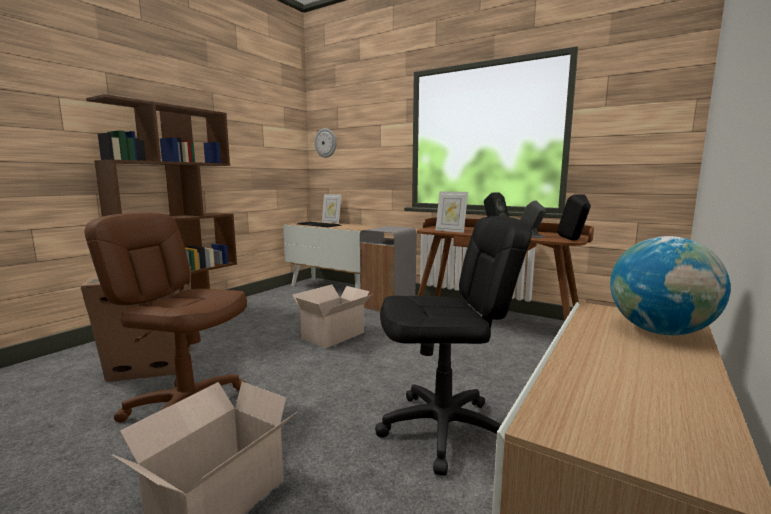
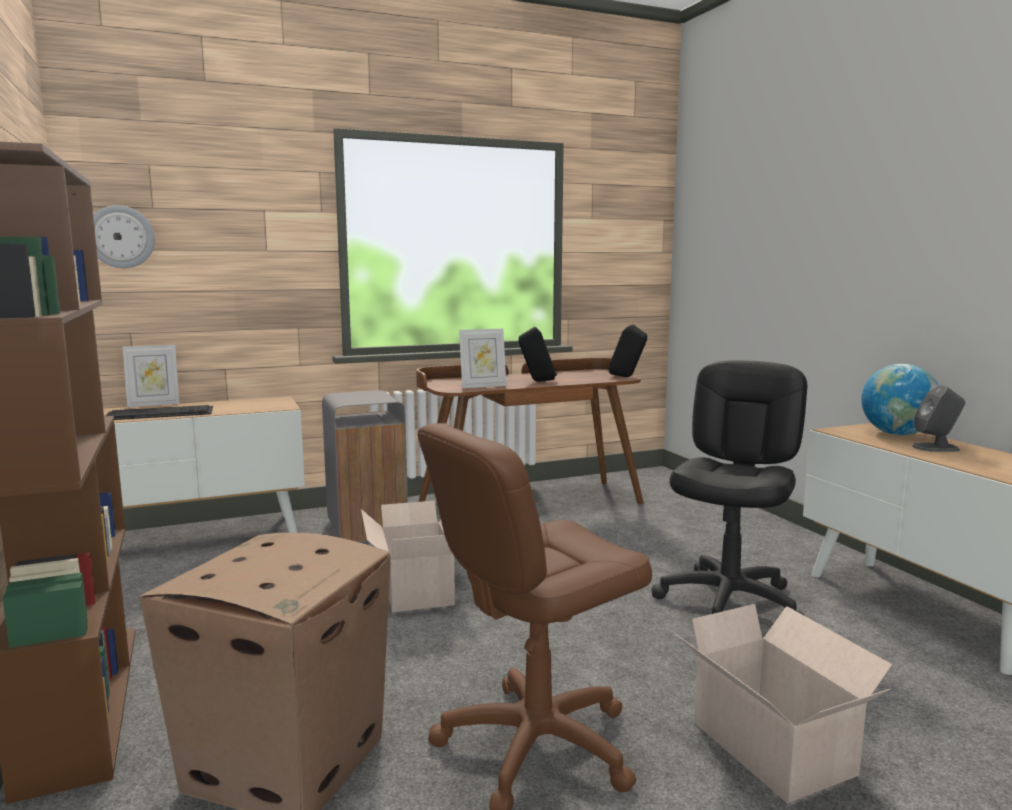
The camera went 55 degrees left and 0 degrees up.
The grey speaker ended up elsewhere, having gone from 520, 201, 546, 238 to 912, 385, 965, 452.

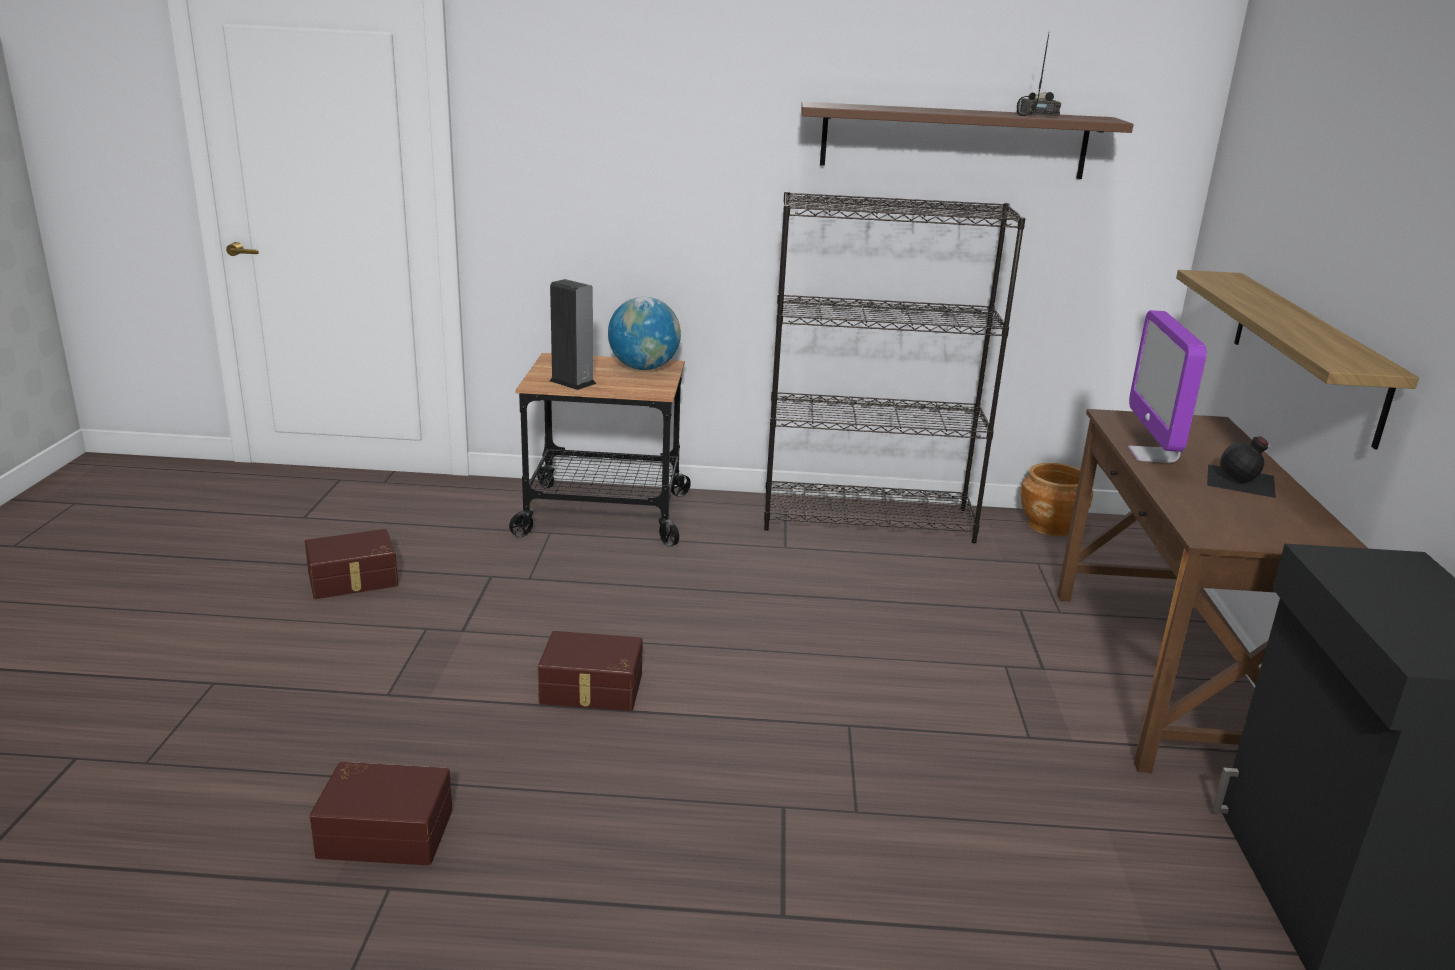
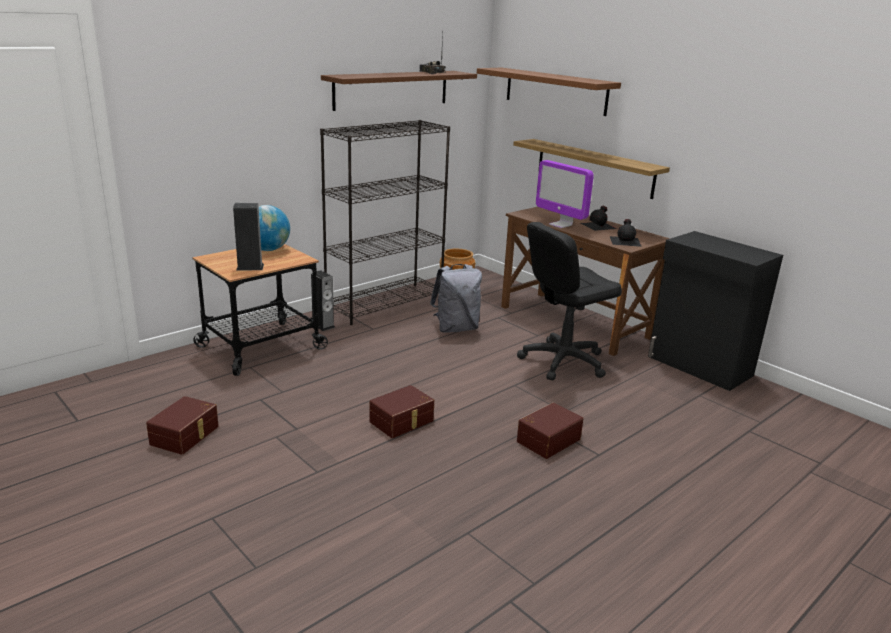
The camera went 45 degrees left and 0 degrees up.
The second view gained the speaker at 311, 270, 335, 331.
The second view gained the grey backpack at 430, 264, 482, 333.
The second view gained the brown shelf at 477, 68, 621, 116.
The second view gained the black office chair at 517, 222, 622, 381.
The second view gained the black bottle at 610, 219, 642, 247.
The brown storage box ended up elsewhere, having gone from 309, 762, 452, 865 to 517, 402, 583, 459.

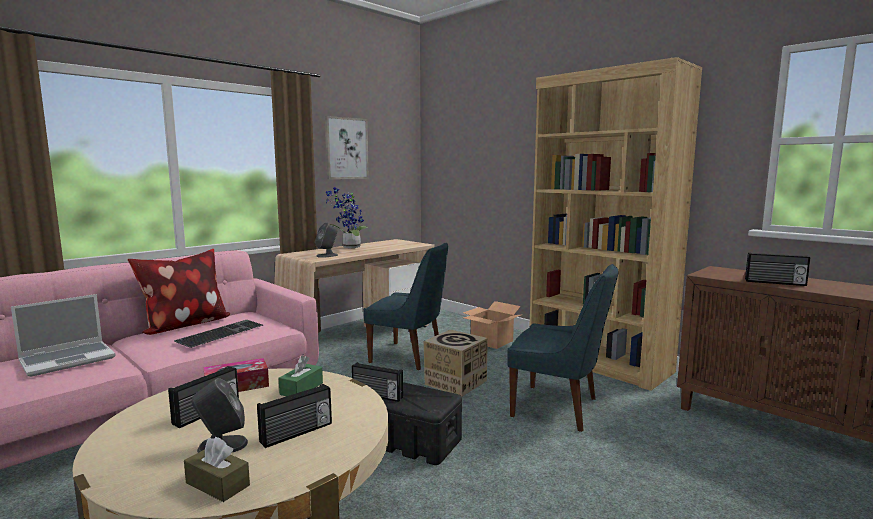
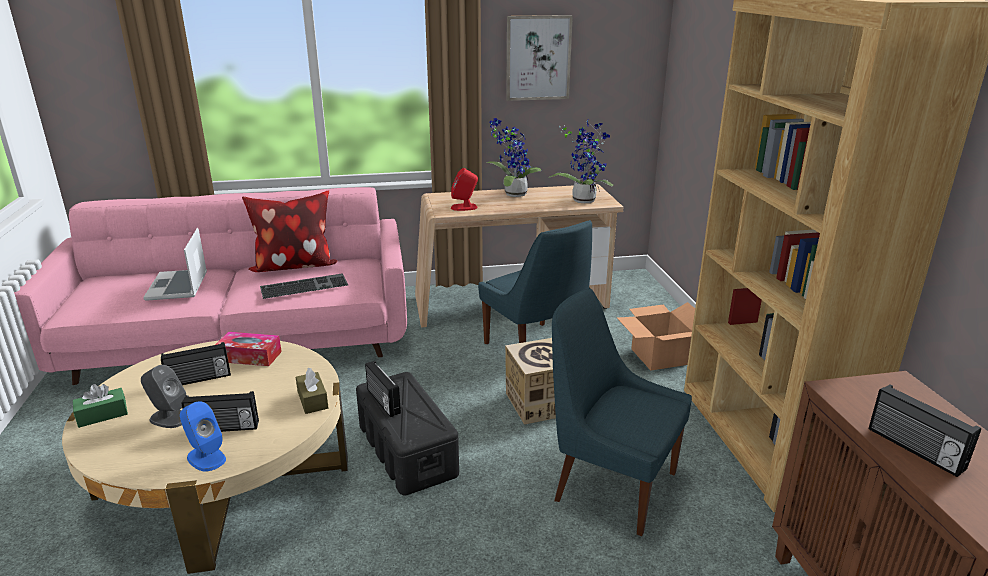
The camera went 35 degrees right and 15 degrees up.
The second view gained the blue speaker at 180, 401, 226, 472.
The second view gained the potted plant at 549, 118, 614, 203.
The brown tissue box ended up elsewhere, having gone from 184, 437, 250, 502 to 296, 368, 328, 414.
The green tissue box ended up elsewhere, having gone from 279, 356, 323, 396 to 73, 384, 128, 428.
What was the grey speaker at 315, 223, 338, 258 turned into the red speaker at 451, 168, 478, 211.
The laptop at 11, 294, 116, 377 ended up facing another way, 90 degrees clockwise from before.
The blue chair at 507, 264, 619, 432 ended up facing another way, 150 degrees clockwise from before.

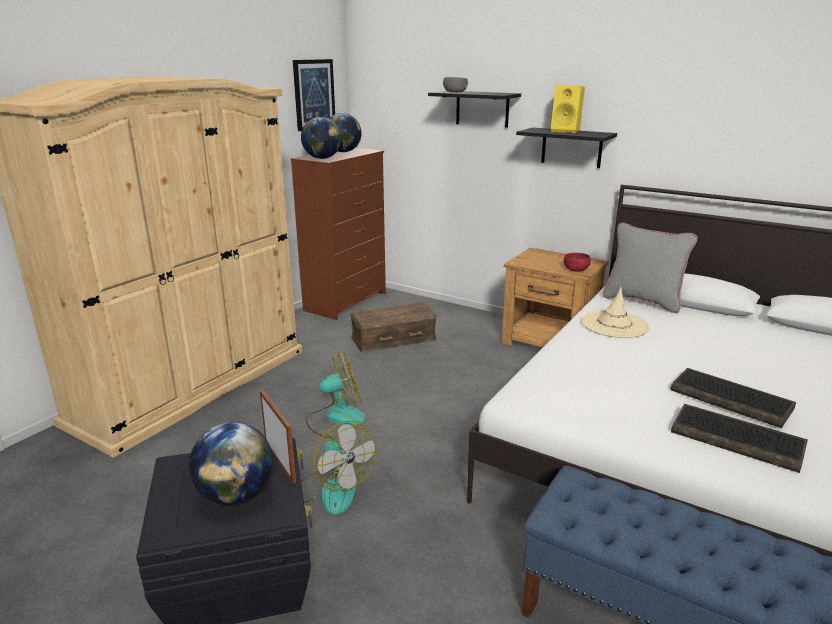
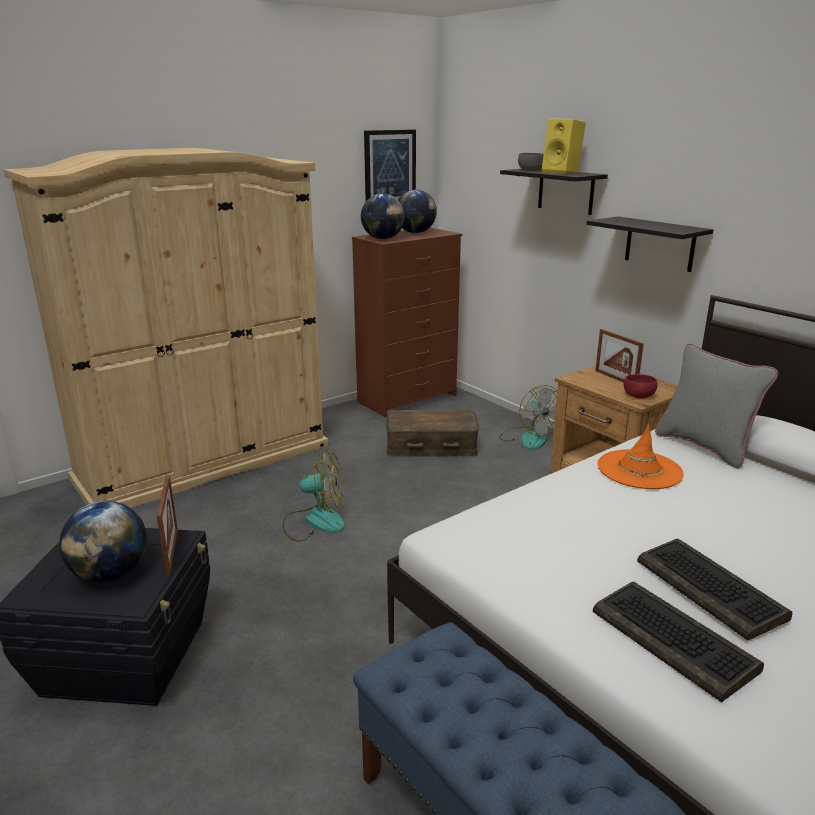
The camera went 20 degrees right and 0 degrees up.
The second view gained the picture frame at 595, 329, 644, 383.
The fan ended up elsewhere, having gone from 301, 421, 376, 515 to 499, 385, 557, 450.
The yellow speaker ended up elsewhere, having gone from 551, 85, 585, 133 to 542, 119, 586, 174.
What was the beige hat at 581, 287, 649, 338 turned into the orange hat at 598, 424, 684, 489.

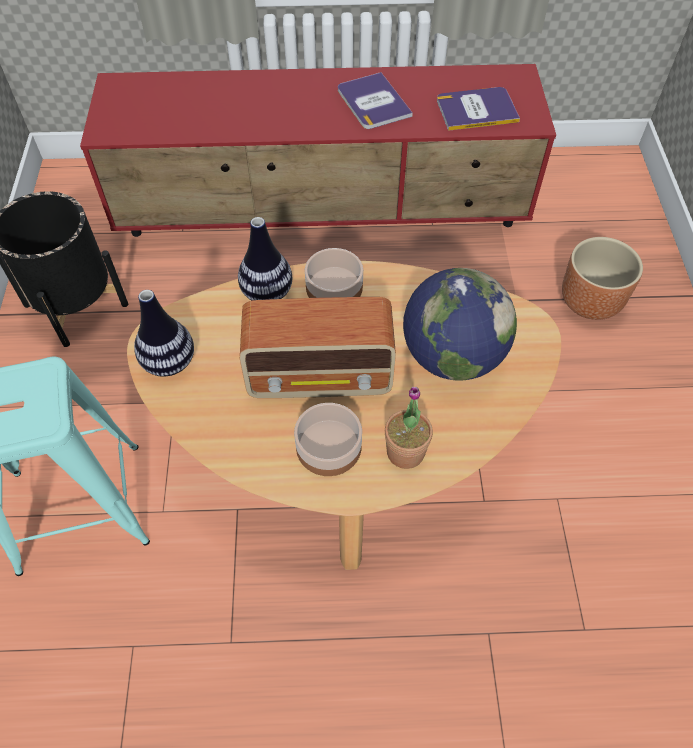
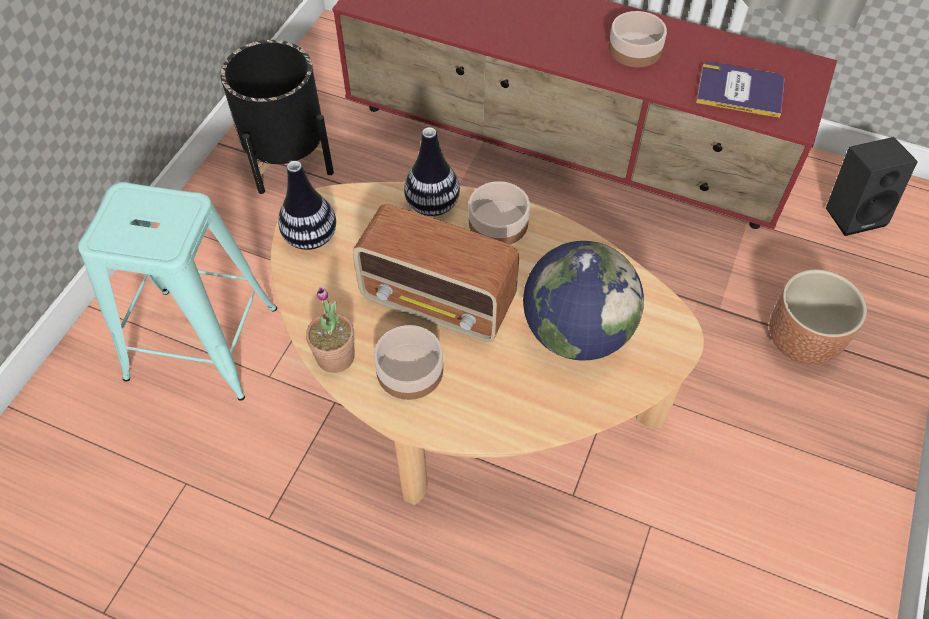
The camera went 25 degrees right and 0 degrees up.
The second view gained the black speaker at 826, 137, 918, 236.
The potted plant ended up elsewhere, having gone from 385, 387, 433, 469 to 306, 287, 355, 373.
Where the book stood at 338, 72, 413, 129, the bowl came to stand at 609, 11, 667, 68.

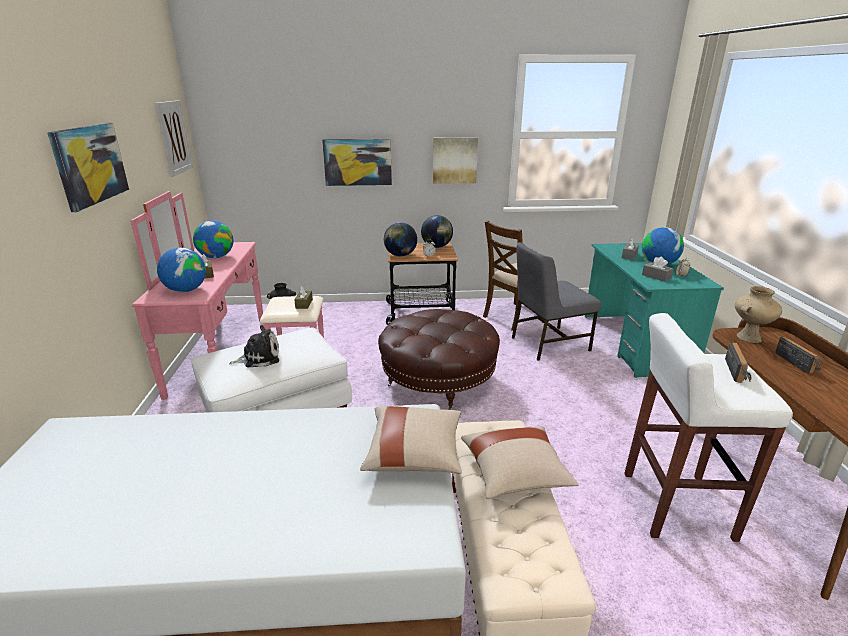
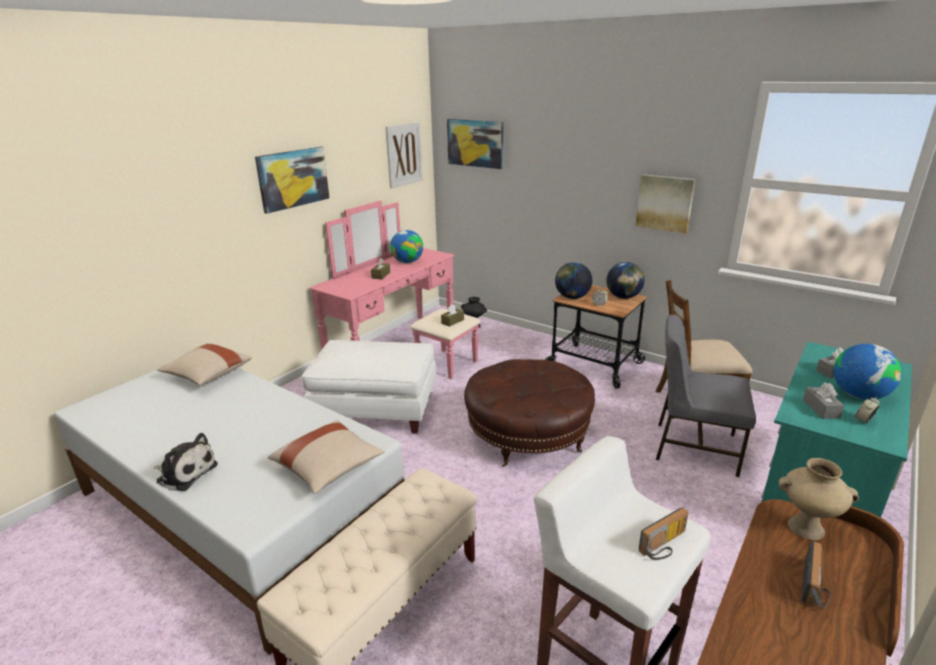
The camera went 40 degrees right and 0 degrees up.
The second view lost the globe at 157, 248, 206, 292.
The plush toy ended up elsewhere, having gone from 229, 325, 279, 367 to 154, 433, 218, 491.
The picture ended up elsewhere, having gone from 322, 139, 392, 186 to 447, 119, 503, 169.
The beige pillow ended up elsewhere, having gone from 461, 426, 579, 499 to 157, 343, 252, 385.

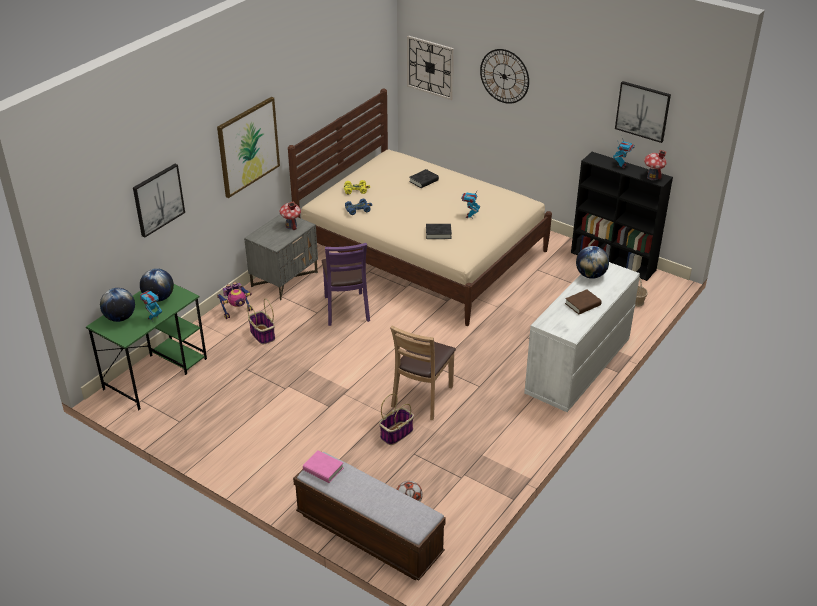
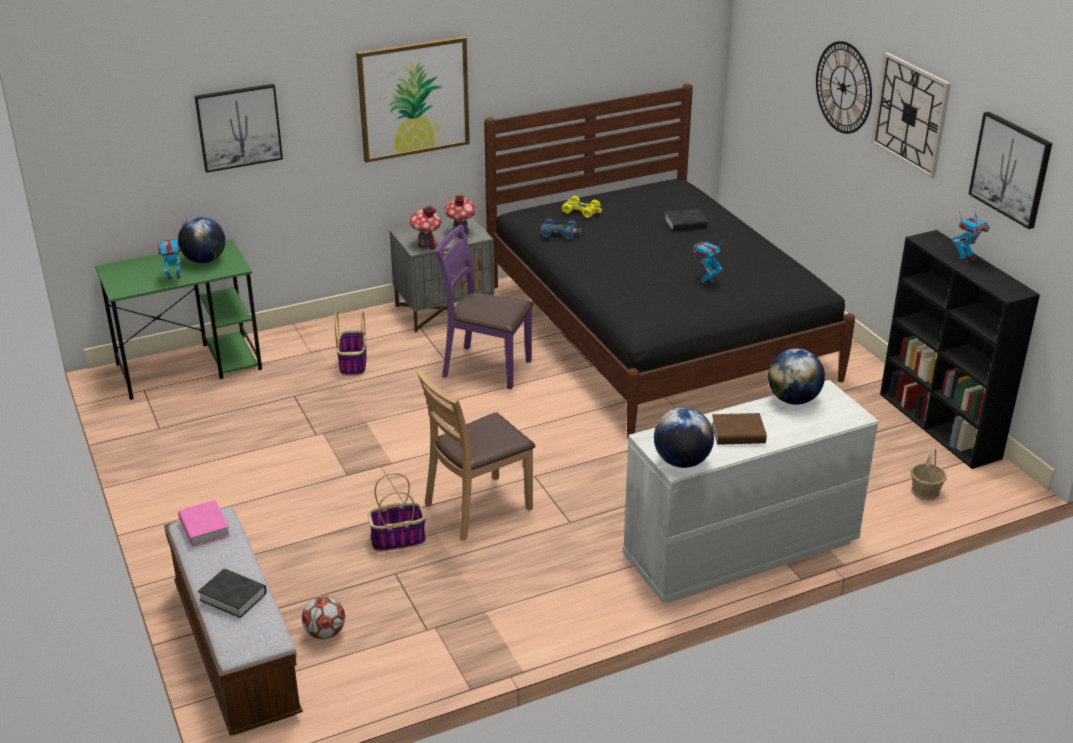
The camera went 30 degrees right and 5 degrees down.
The second view lost the toy robot at 217, 282, 253, 319.
The globe ended up elsewhere, having gone from 100, 288, 135, 322 to 654, 408, 714, 468.
The wall clock ended up elsewhere, having gone from 407, 35, 454, 100 to 871, 52, 951, 178.
The black book ended up elsewhere, having gone from 426, 224, 452, 239 to 198, 569, 267, 618.
The toy house ended up elsewhere, having gone from 644, 150, 667, 180 to 409, 205, 441, 250.
What was the beige bed at 288, 89, 552, 326 turned into the black bed at 484, 84, 855, 439.
The purple chair at 322, 243, 370, 326 ended up facing another way, 90 degrees clockwise from before.

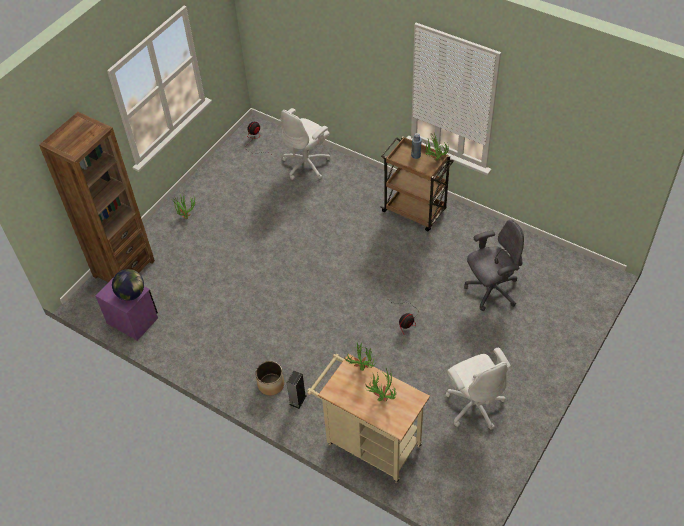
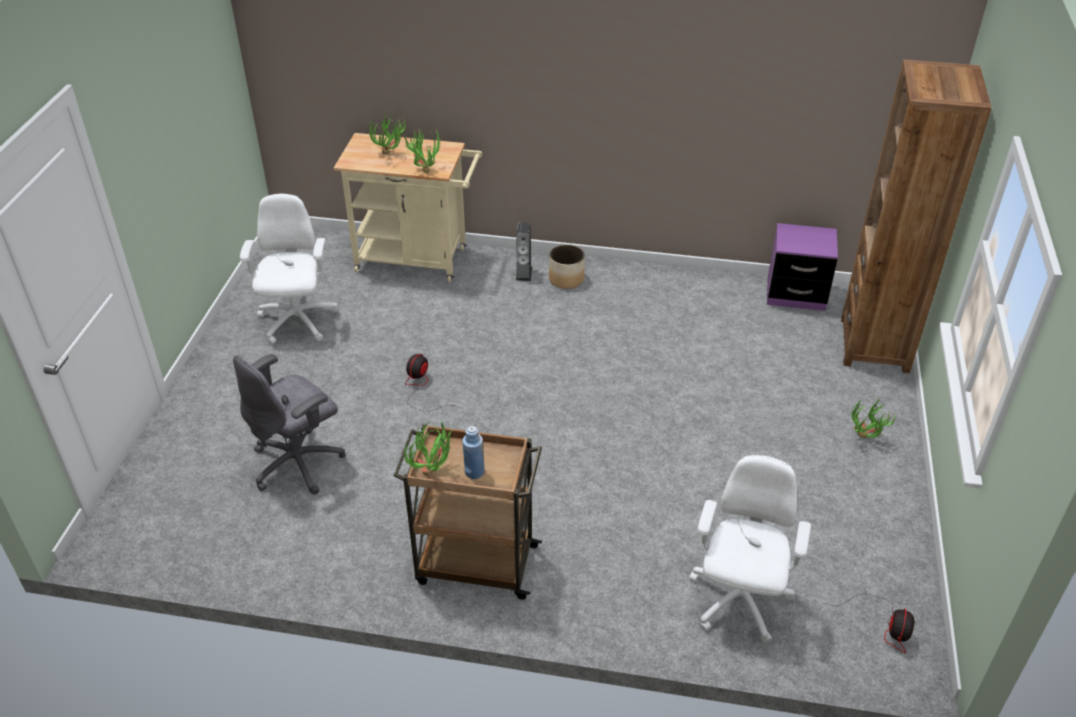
The camera went 155 degrees right and 10 degrees down.
The second view lost the globe at 112, 269, 144, 301.
The white office chair at 445, 348, 511, 429 ended up facing another way, 45 degrees clockwise from before.

